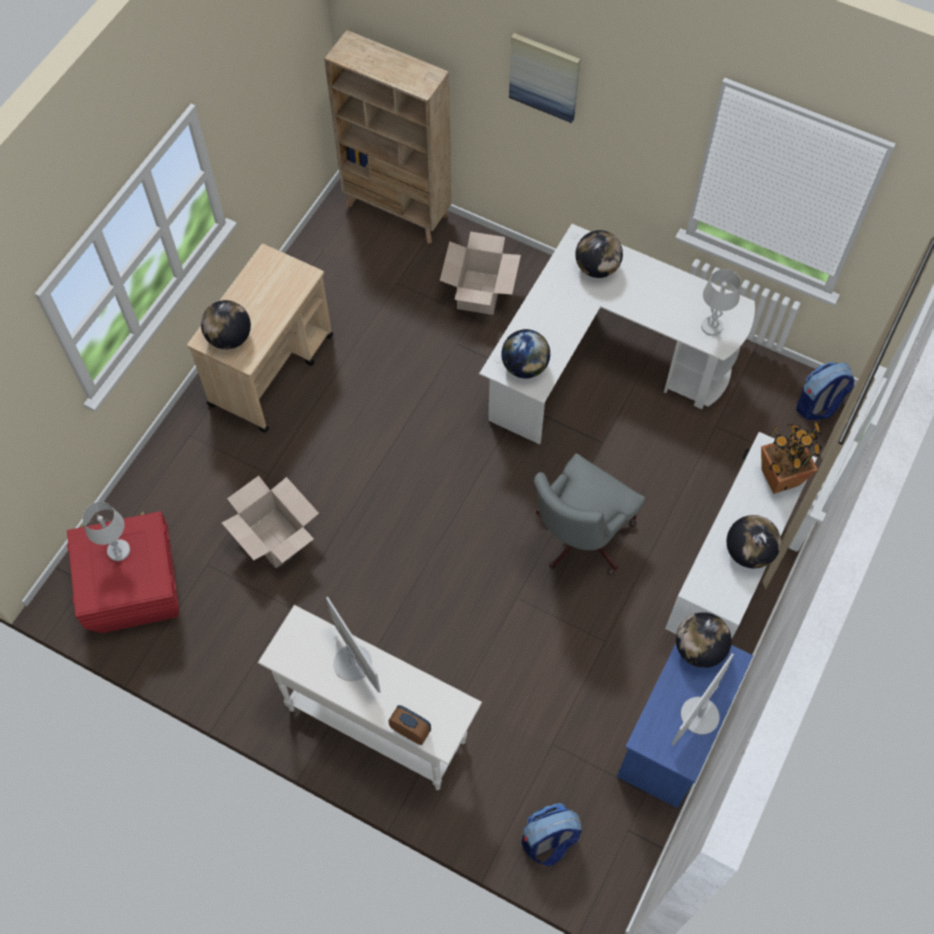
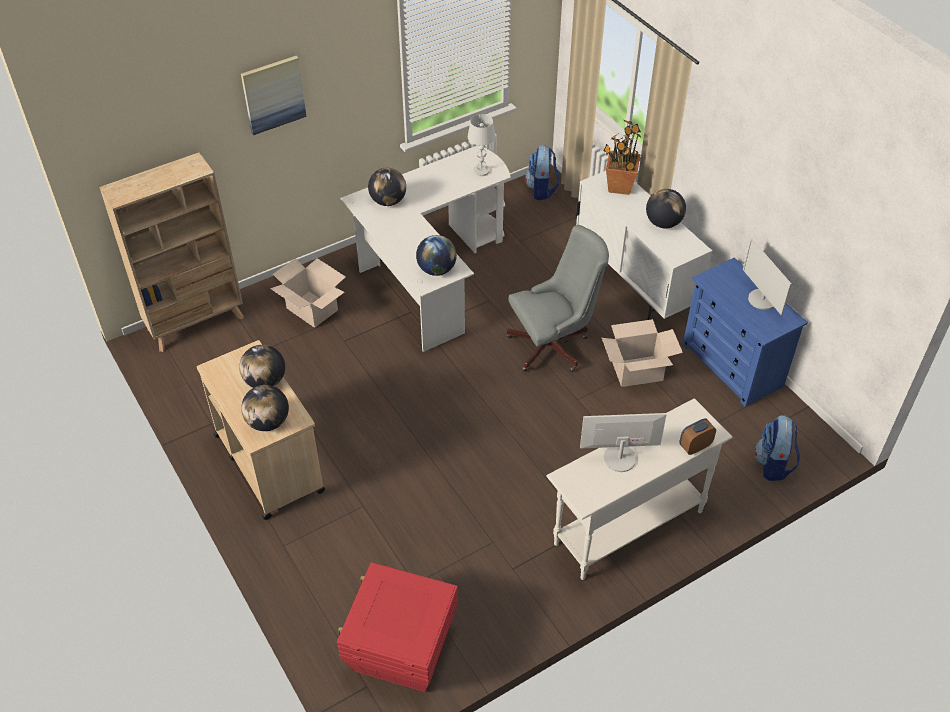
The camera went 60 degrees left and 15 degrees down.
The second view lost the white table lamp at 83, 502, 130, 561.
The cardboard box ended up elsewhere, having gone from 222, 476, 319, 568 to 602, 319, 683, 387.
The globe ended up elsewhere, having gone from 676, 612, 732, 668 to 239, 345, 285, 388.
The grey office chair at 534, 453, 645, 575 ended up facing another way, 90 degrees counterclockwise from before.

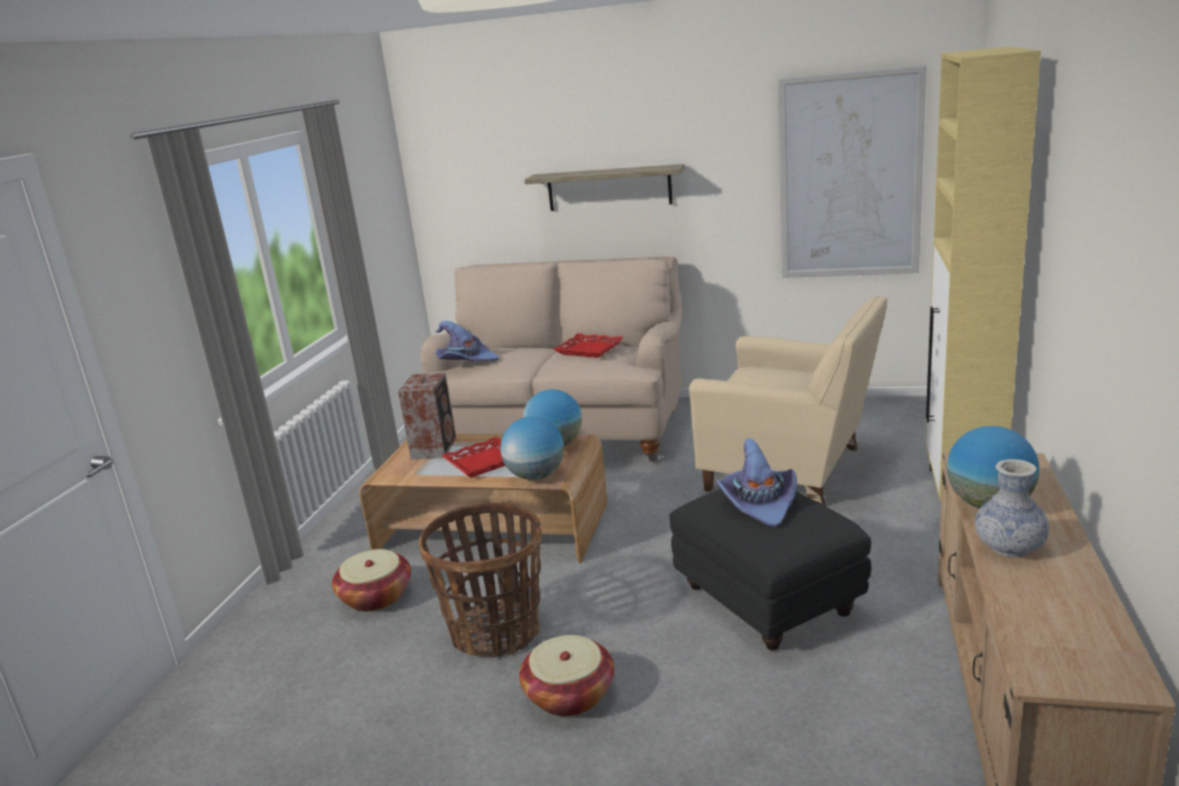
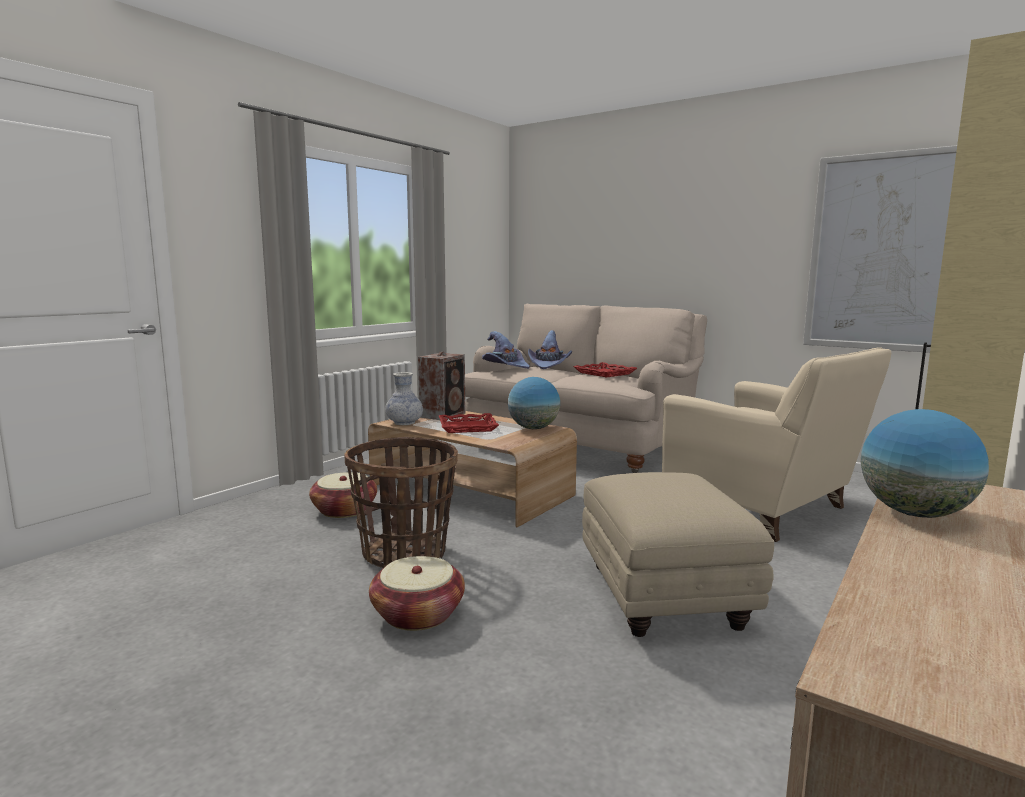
The camera went 20 degrees right and 10 degrees down.
The second view lost the globe at 500, 416, 564, 480.
The second view lost the shelf at 524, 164, 685, 211.
The purple hat ended up elsewhere, having gone from 717, 438, 797, 528 to 528, 330, 573, 369.
The vase ended up elsewhere, having gone from 975, 459, 1049, 557 to 385, 372, 423, 425.
What was the black ottoman at 669, 489, 872, 650 turned into the beige ottoman at 582, 472, 774, 637.

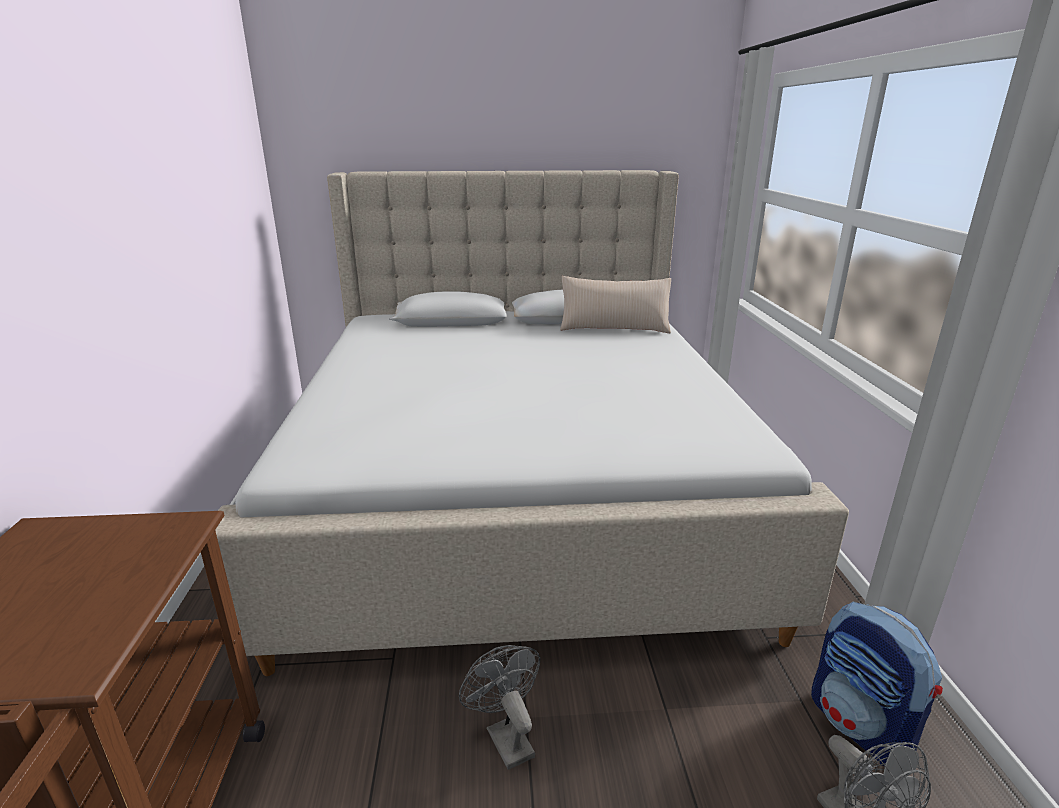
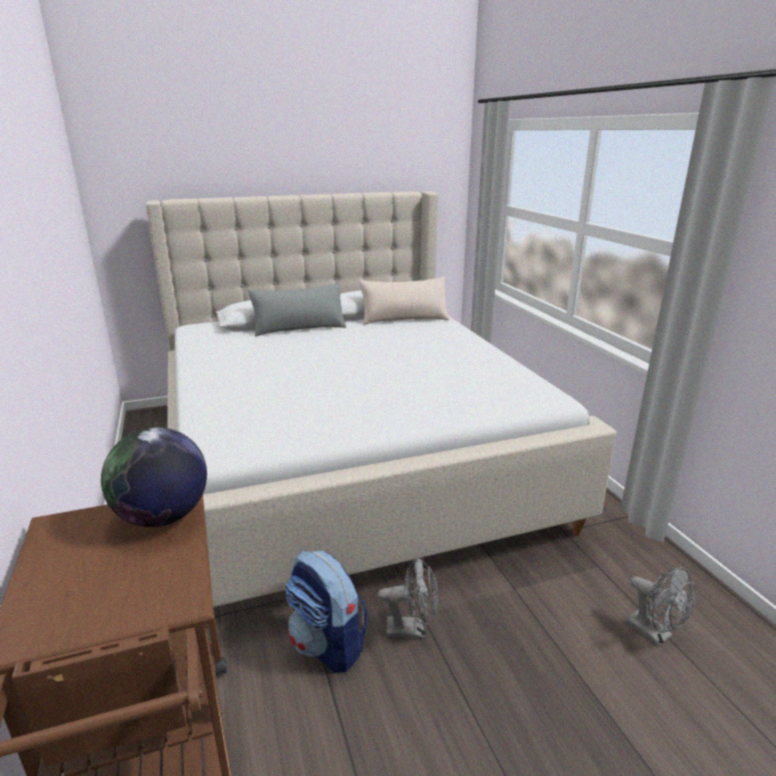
The camera went 15 degrees left and 0 degrees up.
The second view gained the globe at 101, 427, 207, 527.
The second view gained the grey pillow at 248, 283, 346, 337.
The backpack ended up elsewhere, having gone from 811, 601, 943, 767 to 285, 550, 368, 673.
The grey fan at 459, 645, 540, 770 ended up facing another way, 135 degrees clockwise from before.

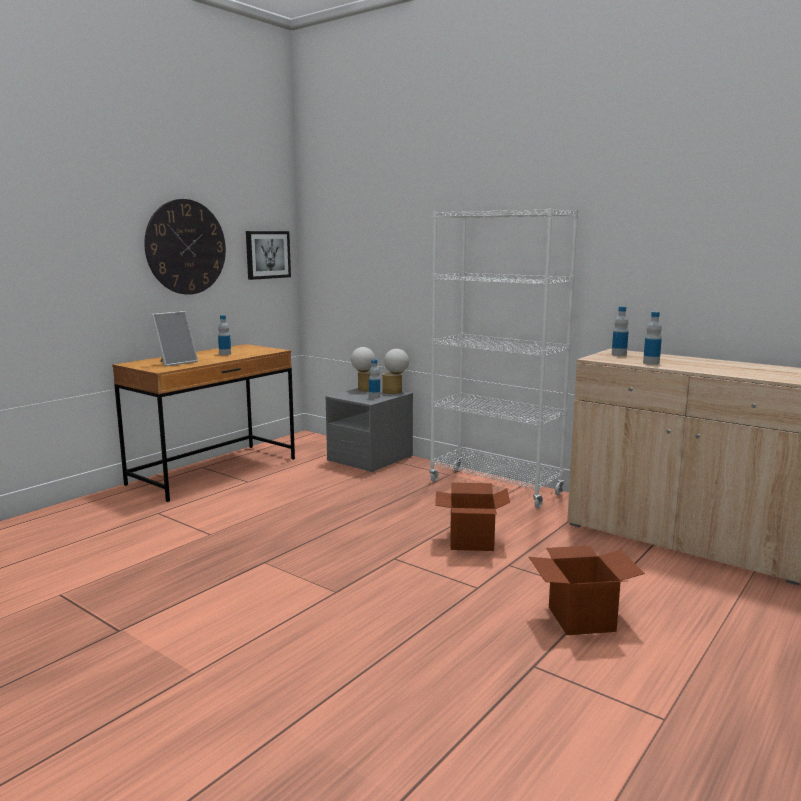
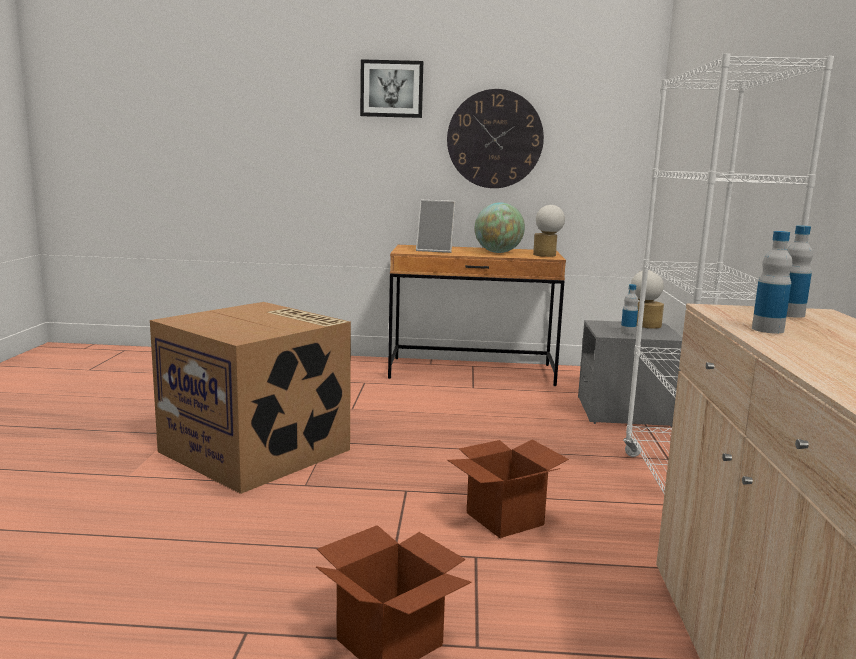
The camera went 55 degrees right and 0 degrees up.
The second view gained the cardboard box at 150, 302, 351, 494.
The picture ended up elsewhere, having gone from 246, 231, 291, 280 to 360, 59, 423, 118.
The table lamp ended up elsewhere, having gone from 382, 349, 409, 394 to 533, 205, 565, 257.
Where the bottle stood at 218, 315, 231, 355, the globe came to stand at 475, 202, 525, 253.

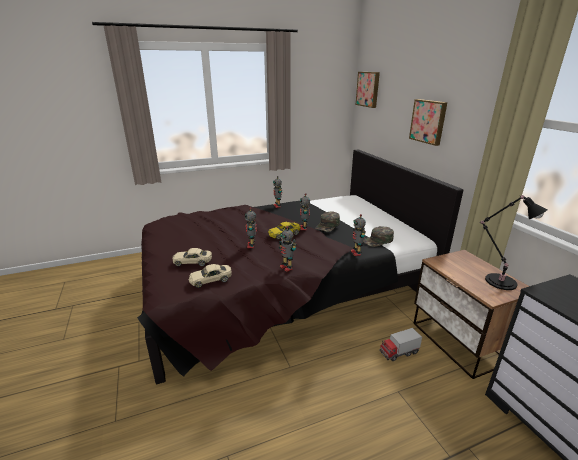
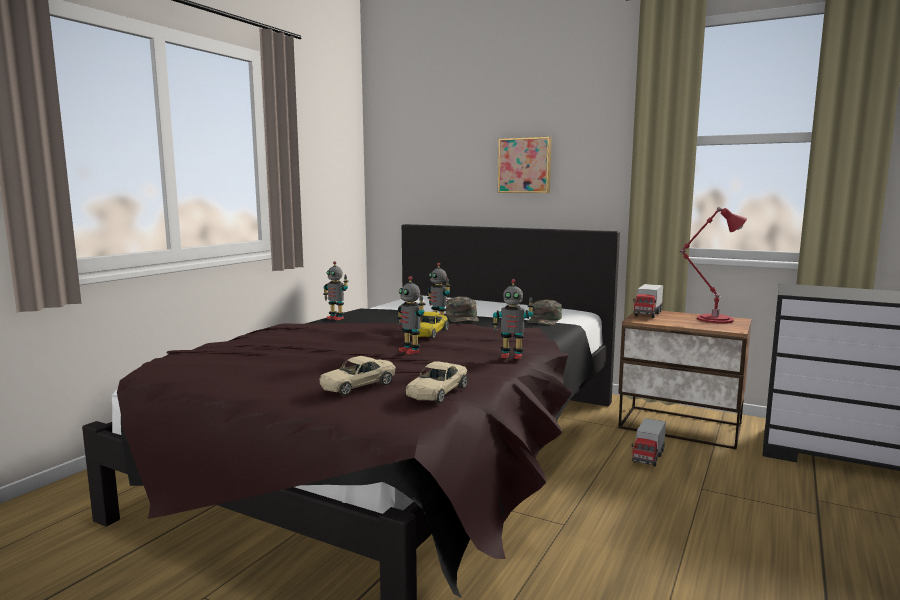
The camera went 40 degrees left and 15 degrees down.
The second view lost the toy robot at 351, 214, 366, 256.
The second view lost the picture at 356, 72, 380, 108.
The second view gained the toy truck at 633, 284, 663, 318.
What was the black table lamp at 479, 195, 548, 290 turned into the red table lamp at 680, 207, 747, 324.

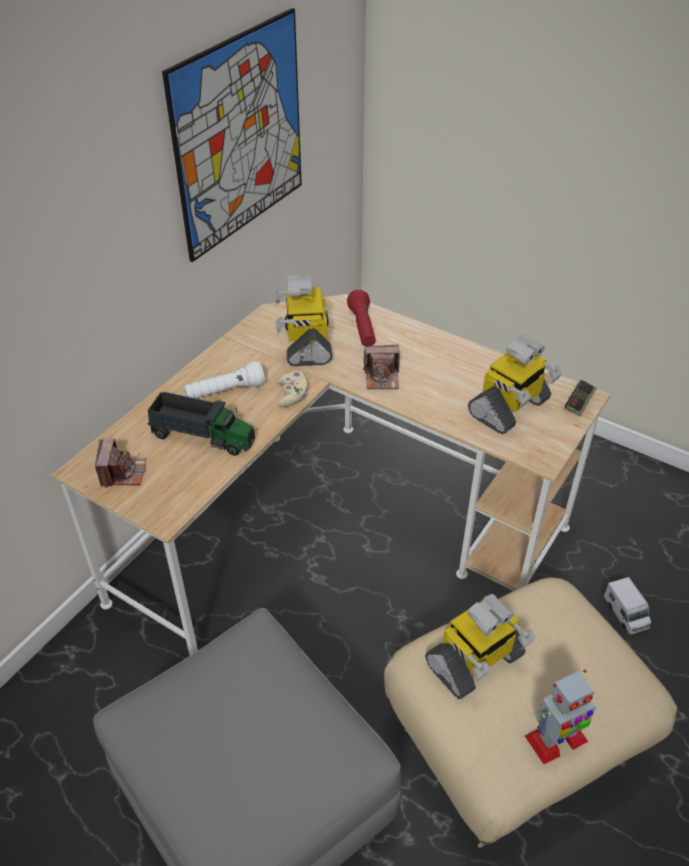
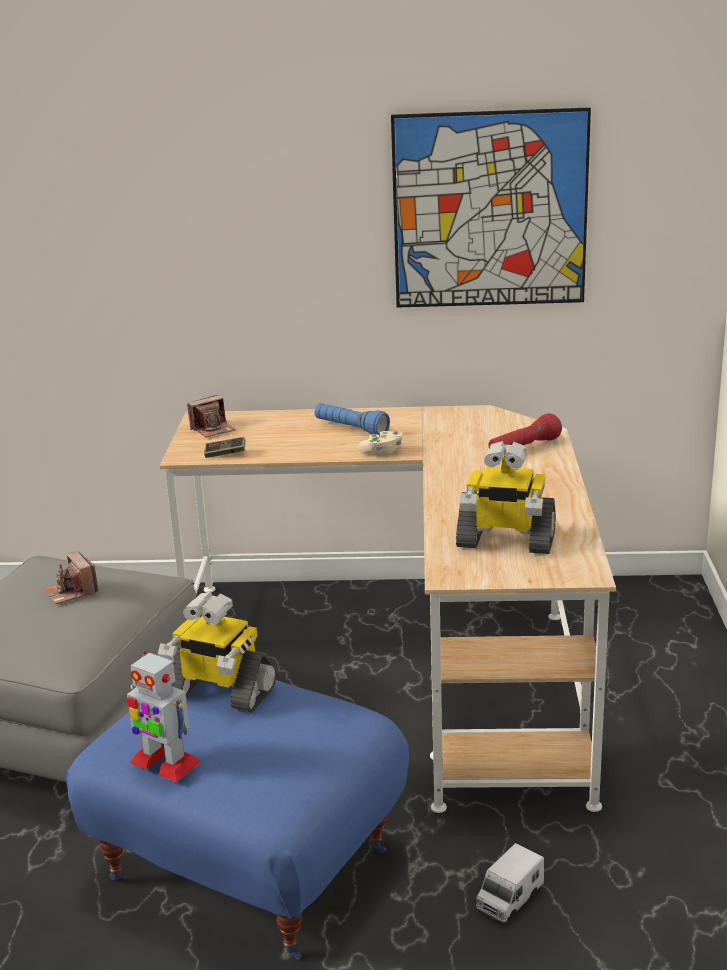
The camera went 60 degrees right and 20 degrees down.
The second view lost the toy truck at 147, 392, 255, 456.
The second view lost the toy robot at 275, 274, 332, 366.
The photo camera ended up elsewhere, having gone from 363, 345, 400, 389 to 44, 551, 99, 604.
The game controller ended up elsewhere, having gone from 565, 380, 596, 416 to 204, 437, 246, 458.
What was the white flashlight at 184, 361, 265, 398 turned into the blue flashlight at 315, 403, 390, 437.
What was the beige ottoman at 384, 578, 677, 848 turned into the blue ottoman at 66, 680, 409, 959.

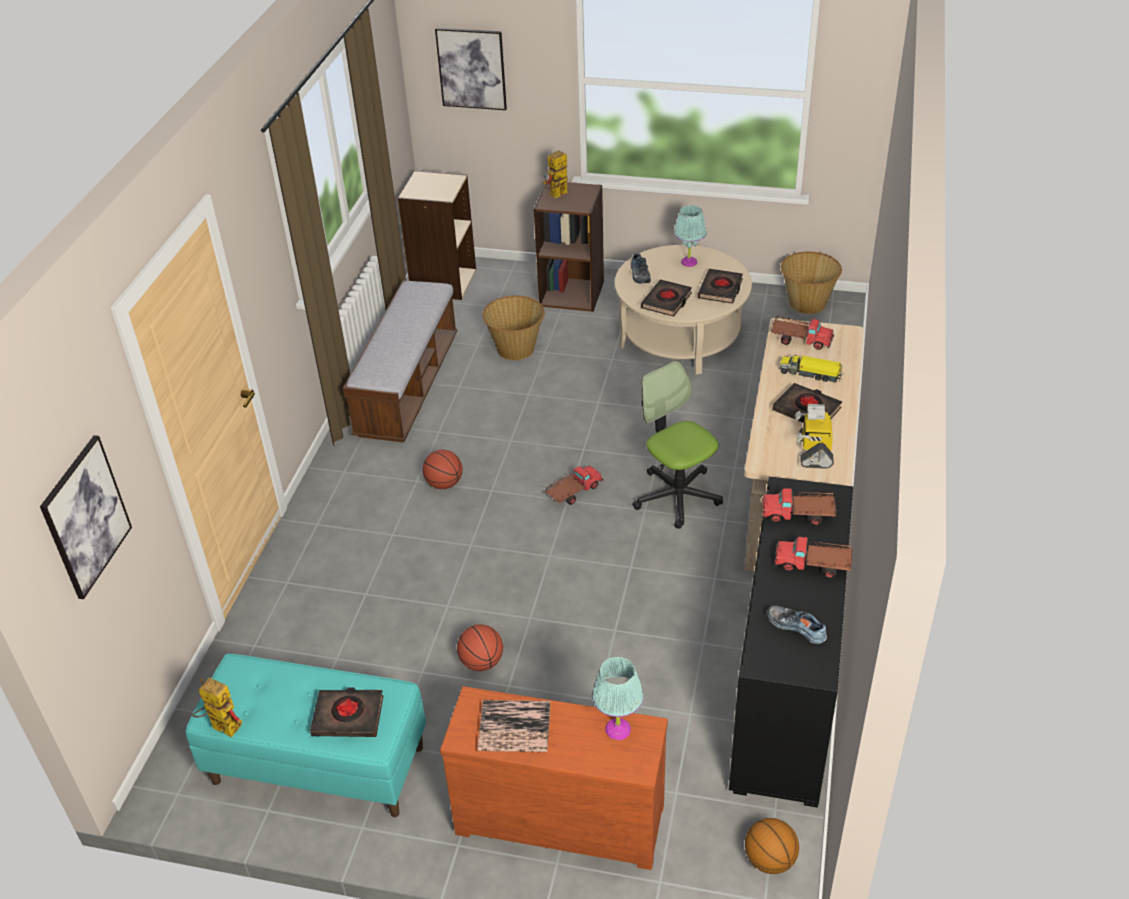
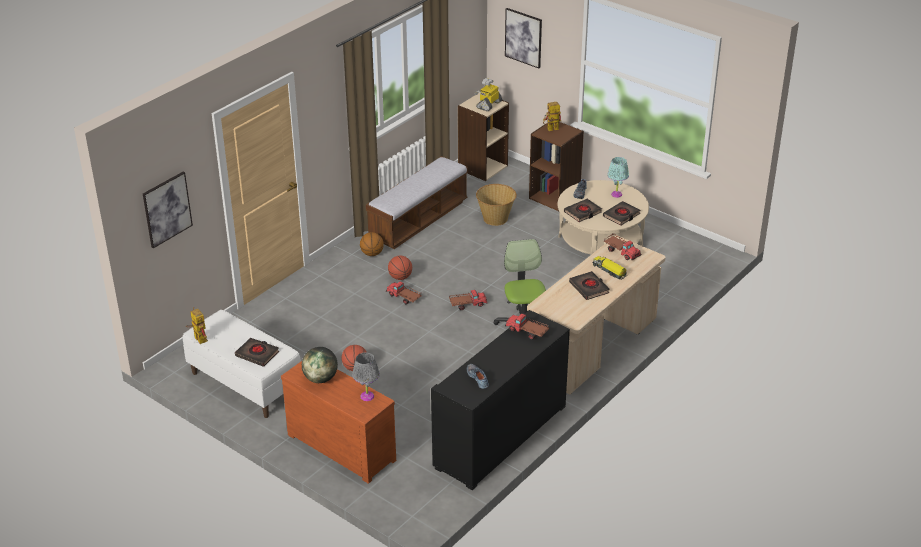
The camera went 25 degrees right and 5 degrees down.
The second view lost the basket at 781, 251, 842, 314.
The basketball ended up elsewhere, having gone from 745, 818, 799, 874 to 360, 232, 384, 256.
The toy truck ended up elsewhere, having gone from 774, 537, 853, 579 to 386, 282, 422, 304.
The toy robot ended up elsewhere, having gone from 796, 404, 834, 469 to 475, 78, 502, 111.
Where the book stood at 477, 700, 550, 752, the globe came to stand at 302, 347, 338, 383.
What was the turquoise bench at 185, 654, 426, 817 turned into the white bench at 183, 310, 301, 418.
What was the turquoise table lamp at 592, 657, 643, 740 turned into the grey table lamp at 352, 352, 380, 401.

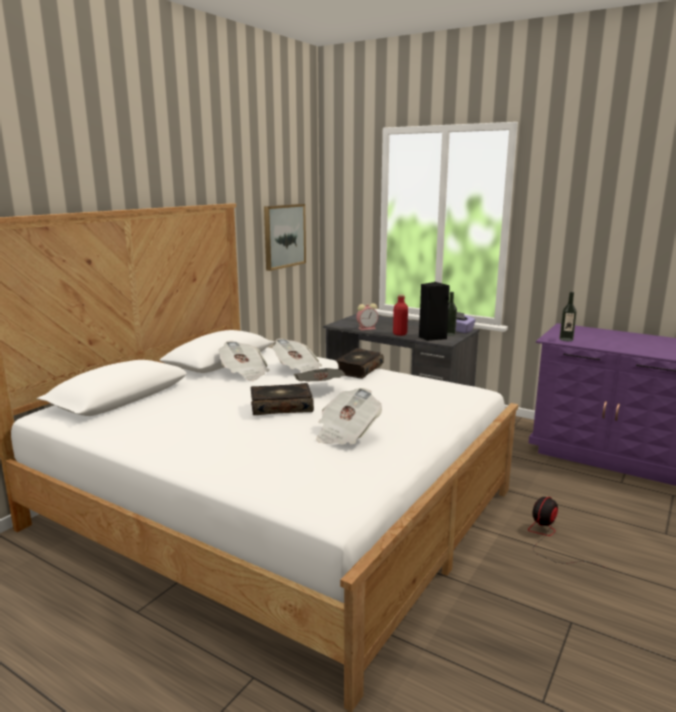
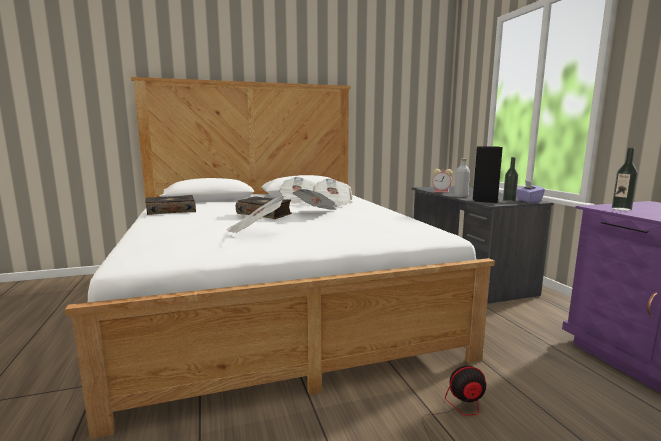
The camera went 40 degrees right and 5 degrees down.
The second view lost the picture at 264, 204, 306, 271.
The book ended up elsewhere, having gone from 335, 348, 384, 379 to 145, 195, 196, 215.
What was the red bottle at 393, 295, 408, 336 turned into the grey bottle at 454, 159, 470, 197.

